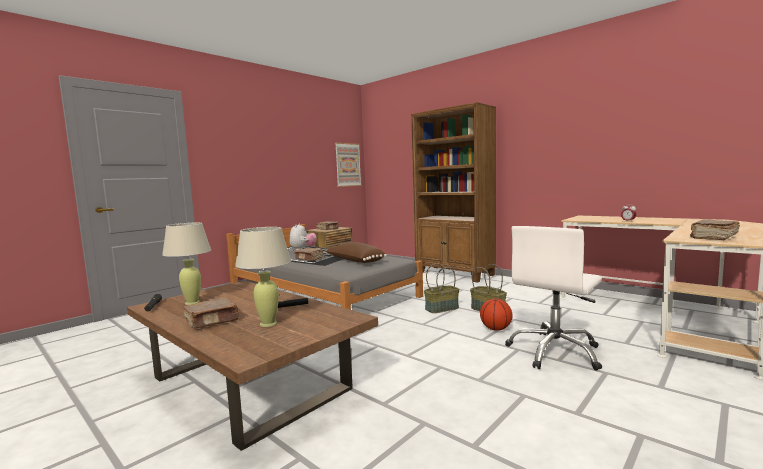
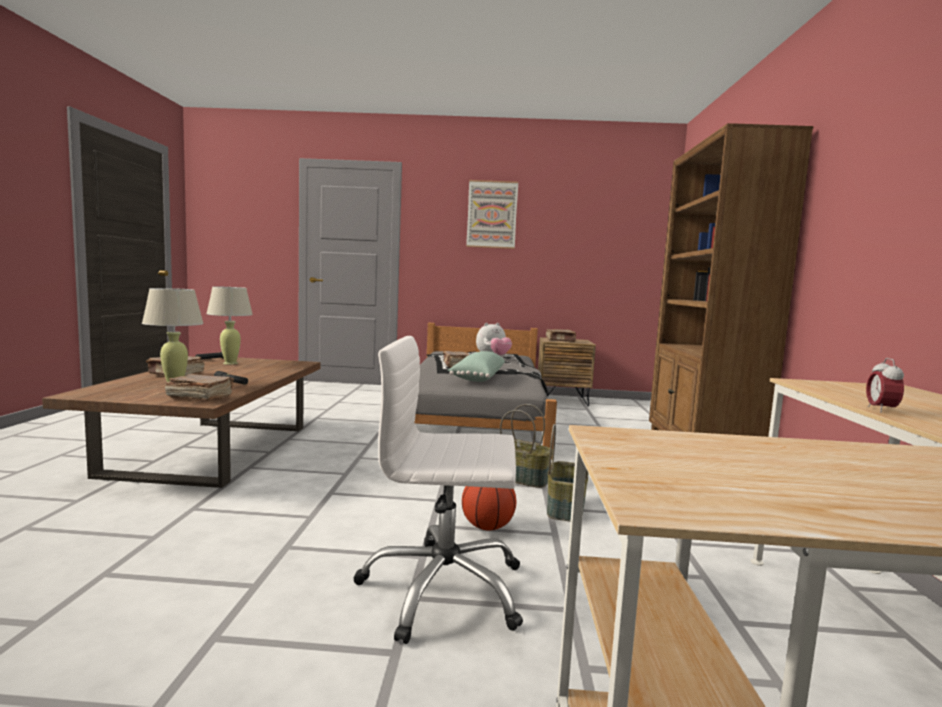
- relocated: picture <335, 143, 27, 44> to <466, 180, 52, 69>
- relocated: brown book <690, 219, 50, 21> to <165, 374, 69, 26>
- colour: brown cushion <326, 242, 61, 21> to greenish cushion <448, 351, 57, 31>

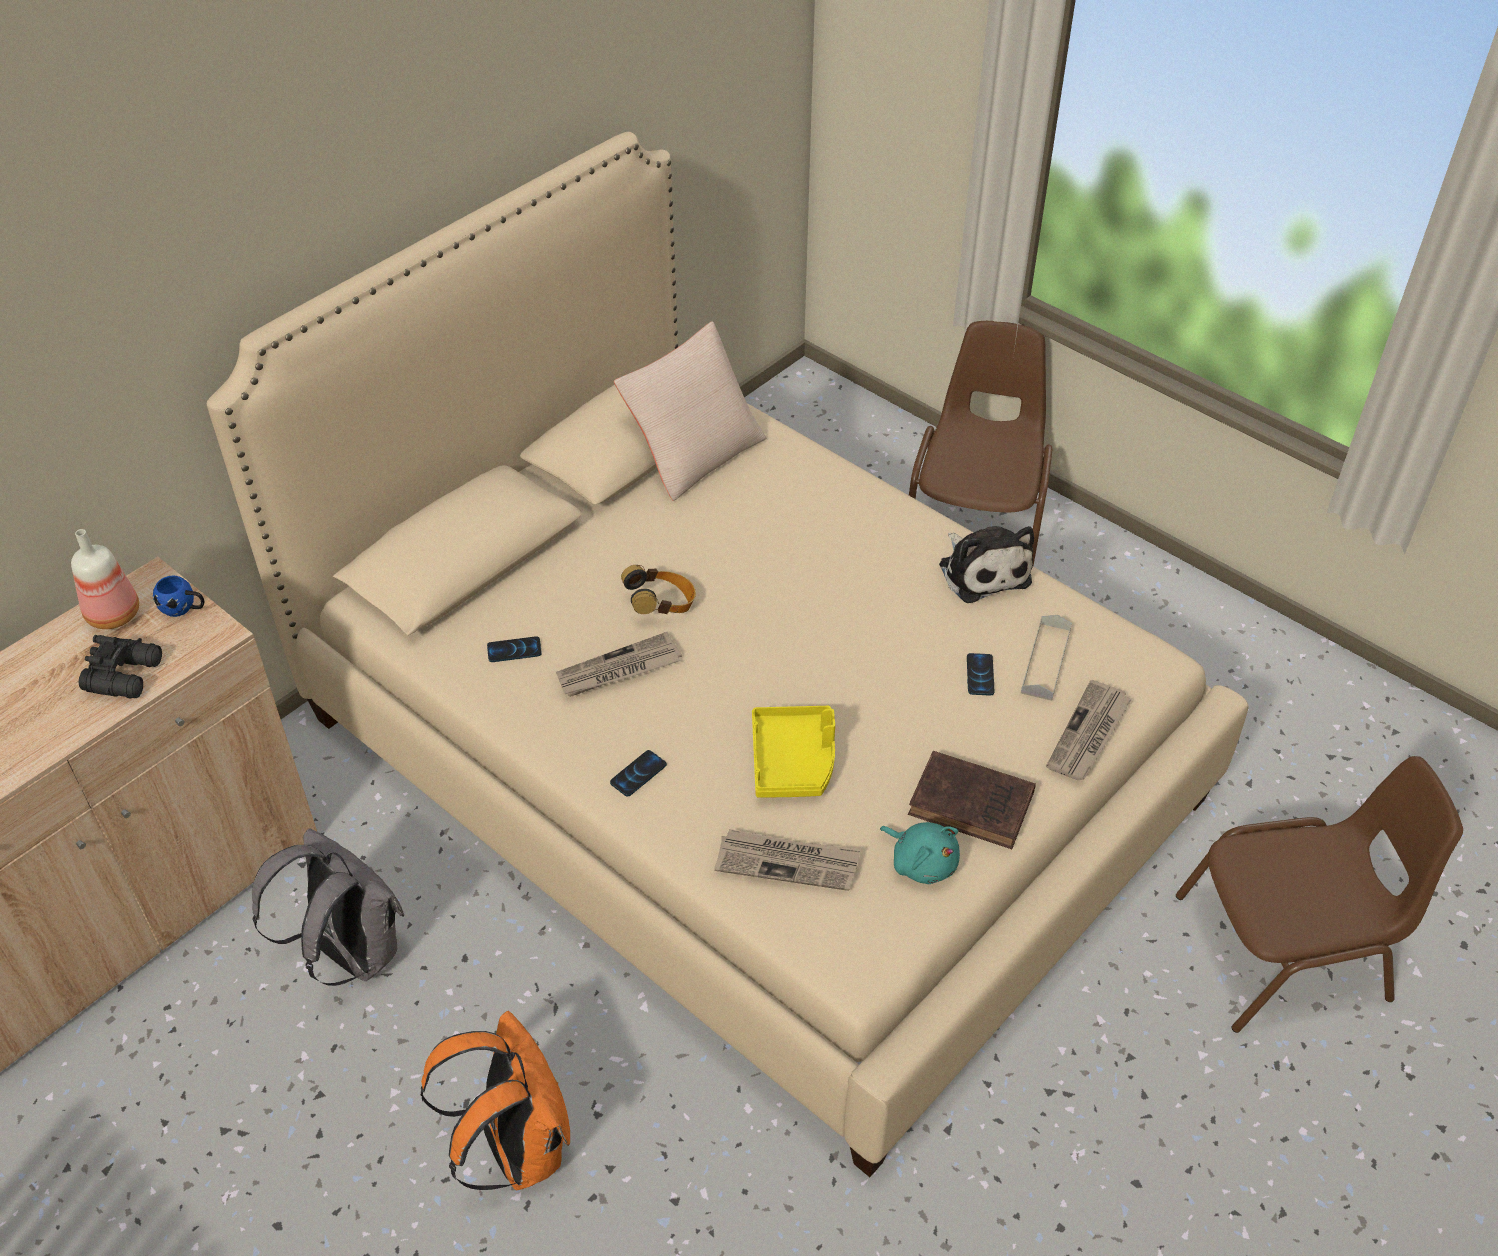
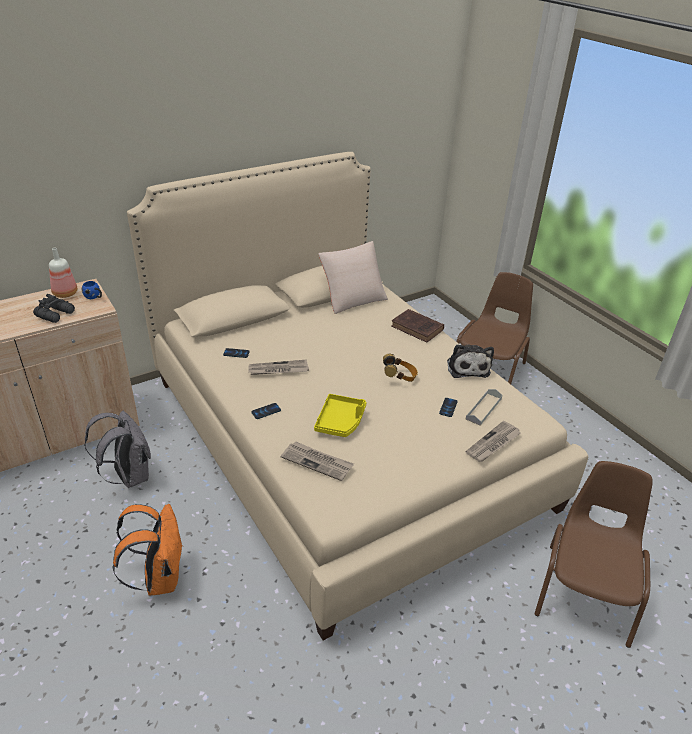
- relocated: headset <621, 565, 75, 49> to <383, 354, 35, 28>
- relocated: brown book <908, 751, 128, 98> to <391, 309, 53, 34>
- spun: brown plain chair <1176, 756, 287, 277> = <534, 461, 119, 187> 75 degrees counterclockwise
- missing: blue-green soft toy <880, 822, 80, 62>

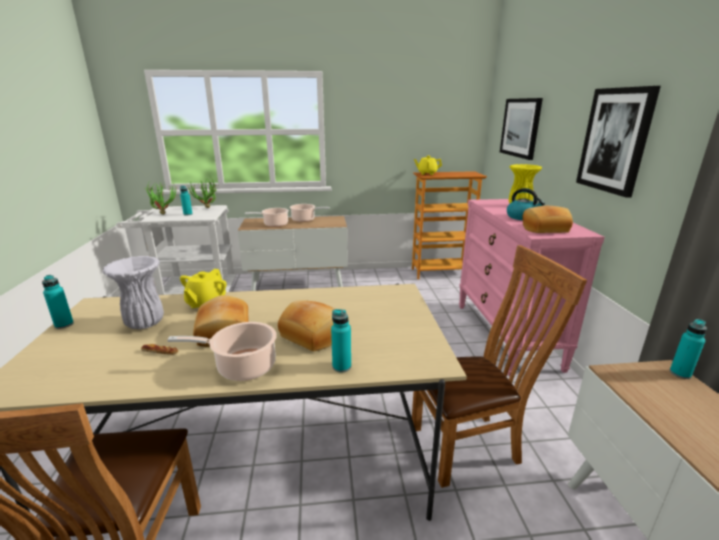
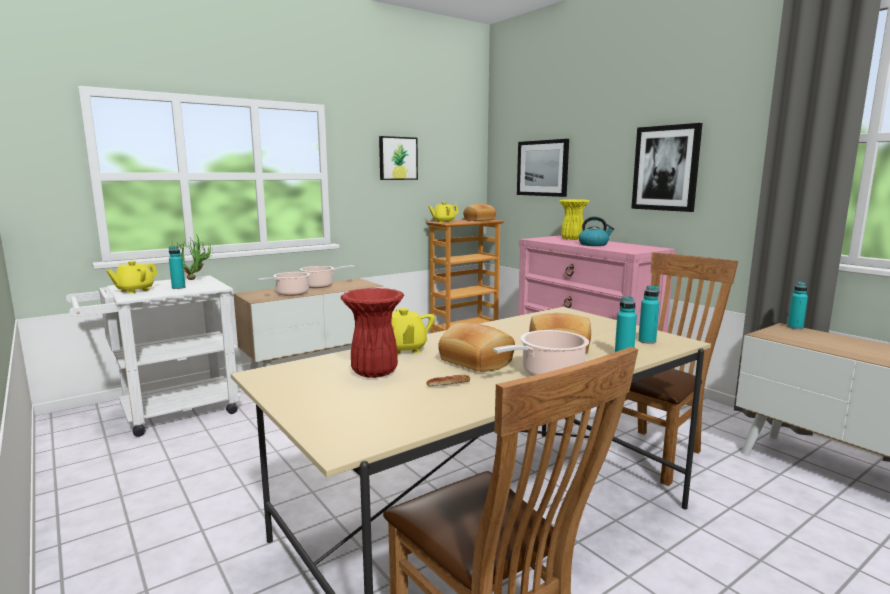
- exchanged: houseplant <145, 181, 31, 34> to yellow teapot <106, 261, 52, 33>
- relocated: baked bread <523, 206, 50, 27> to <463, 204, 33, 17>
- colour: white-coloured vase <102, 256, 62, 73> to reddish vase <341, 288, 63, 90>
- relocated: blue-green drink bottle <42, 275, 32, 54> to <638, 286, 22, 58>
- appeared: picture <379, 136, 39, 44>

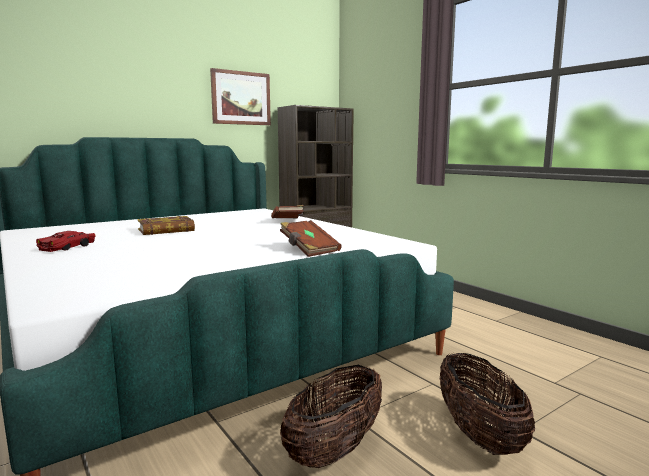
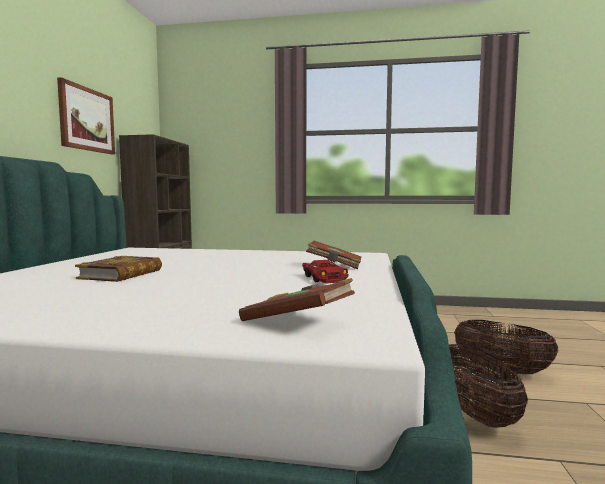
- relocated: brown book <271, 205, 33, 13> to <239, 278, 116, 43>
- relocated: reddish miniature car <36, 231, 60, 21> to <302, 260, 47, 24>

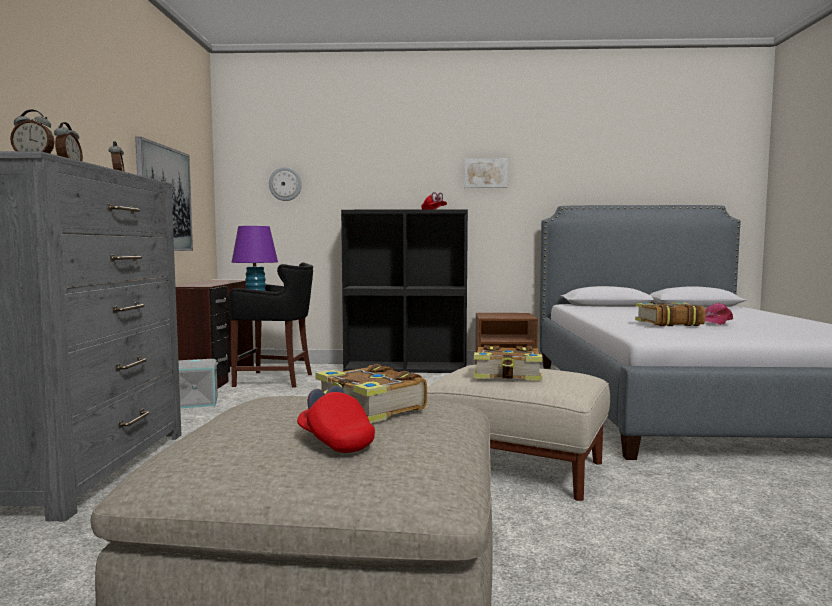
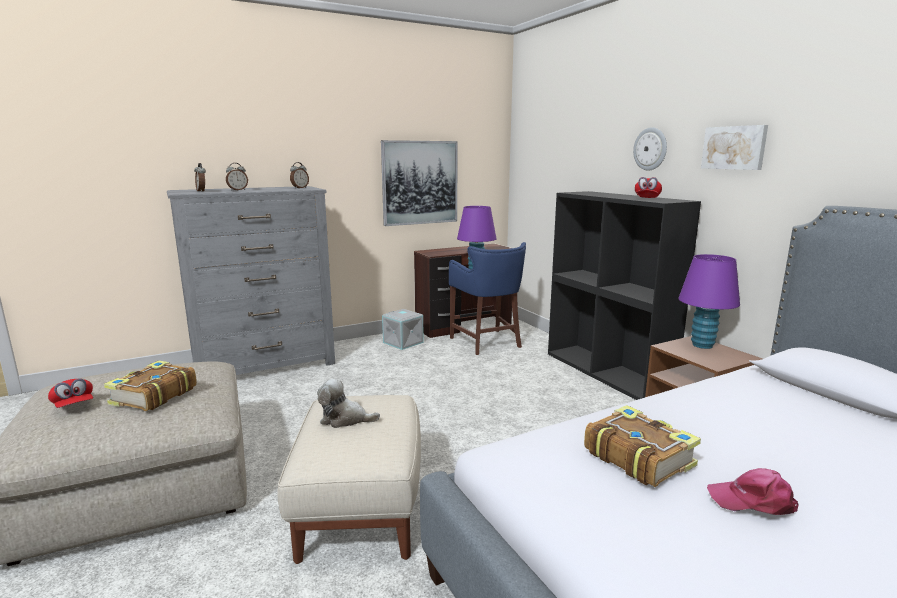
- relocated: wall clock <269, 167, 33, 34> to <633, 127, 34, 44>
- colour: blackish stool seat <229, 262, 84, 126> to blue stool seat <449, 242, 77, 113>
- exchanged: book <474, 345, 69, 36> to soft toy <317, 379, 63, 49>
- spun: reddish cap <297, 385, 78, 68> = <48, 378, 45, 30> 120 degrees clockwise
- appeared: purplish table lamp <679, 254, 61, 95>

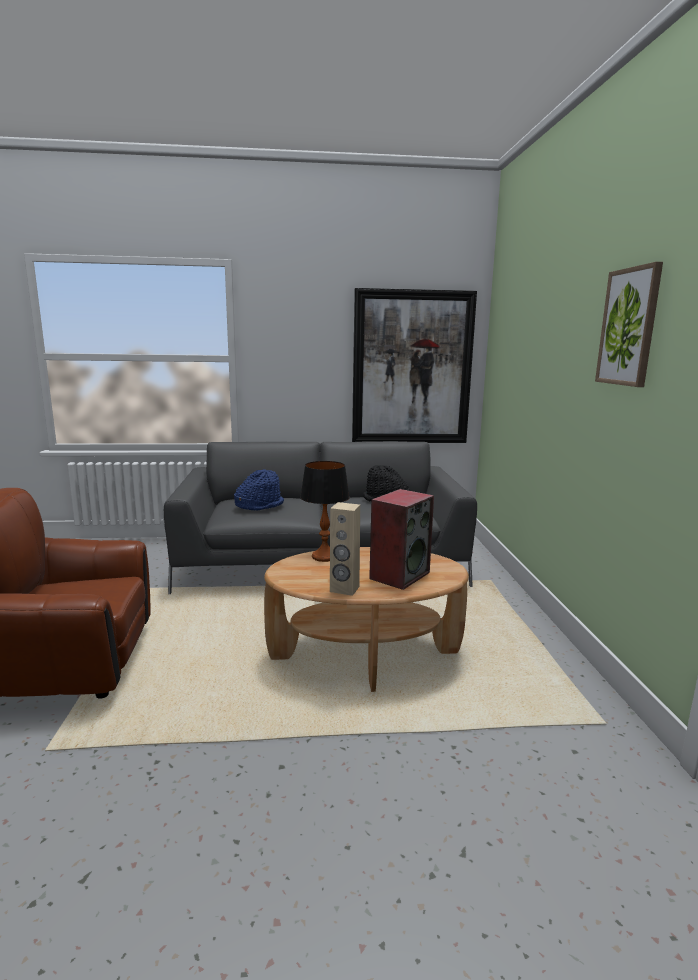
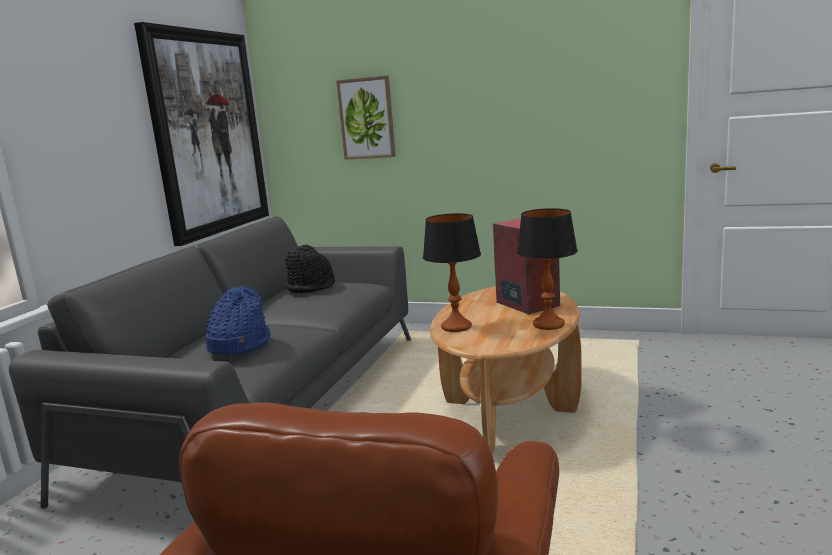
- relocated: picture <595, 262, 68, 125> to <336, 76, 60, 84>
- exchanged: sand-coloured speaker <330, 502, 30, 94> to table lamp <517, 208, 61, 122>

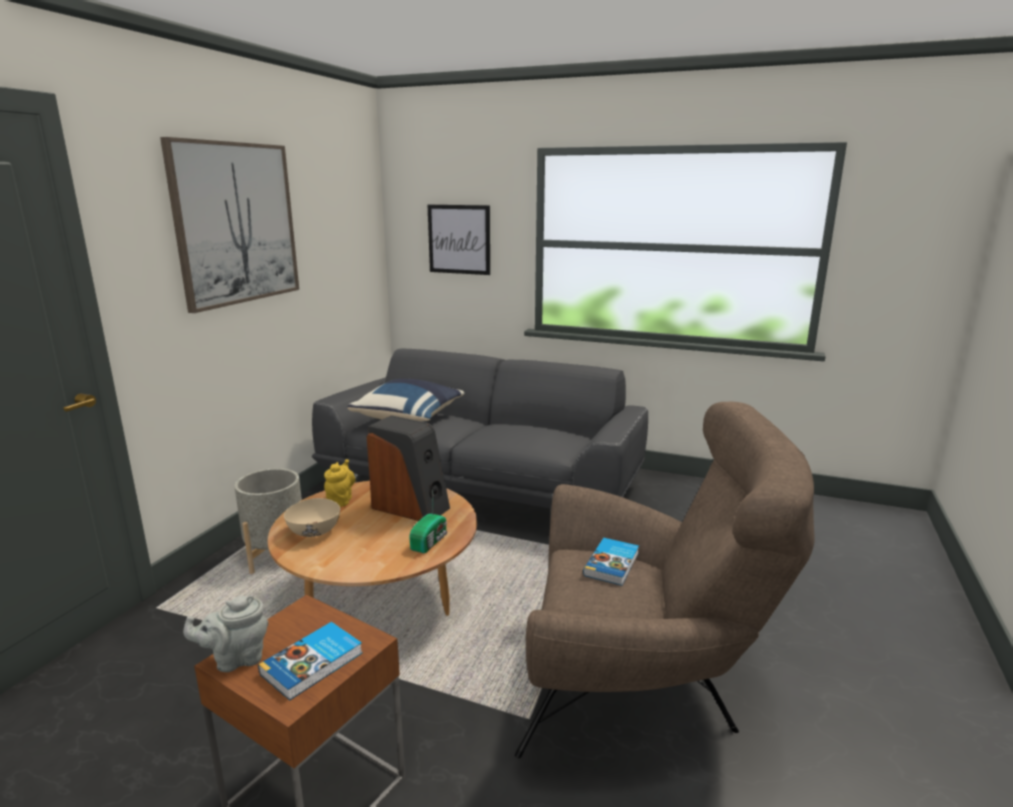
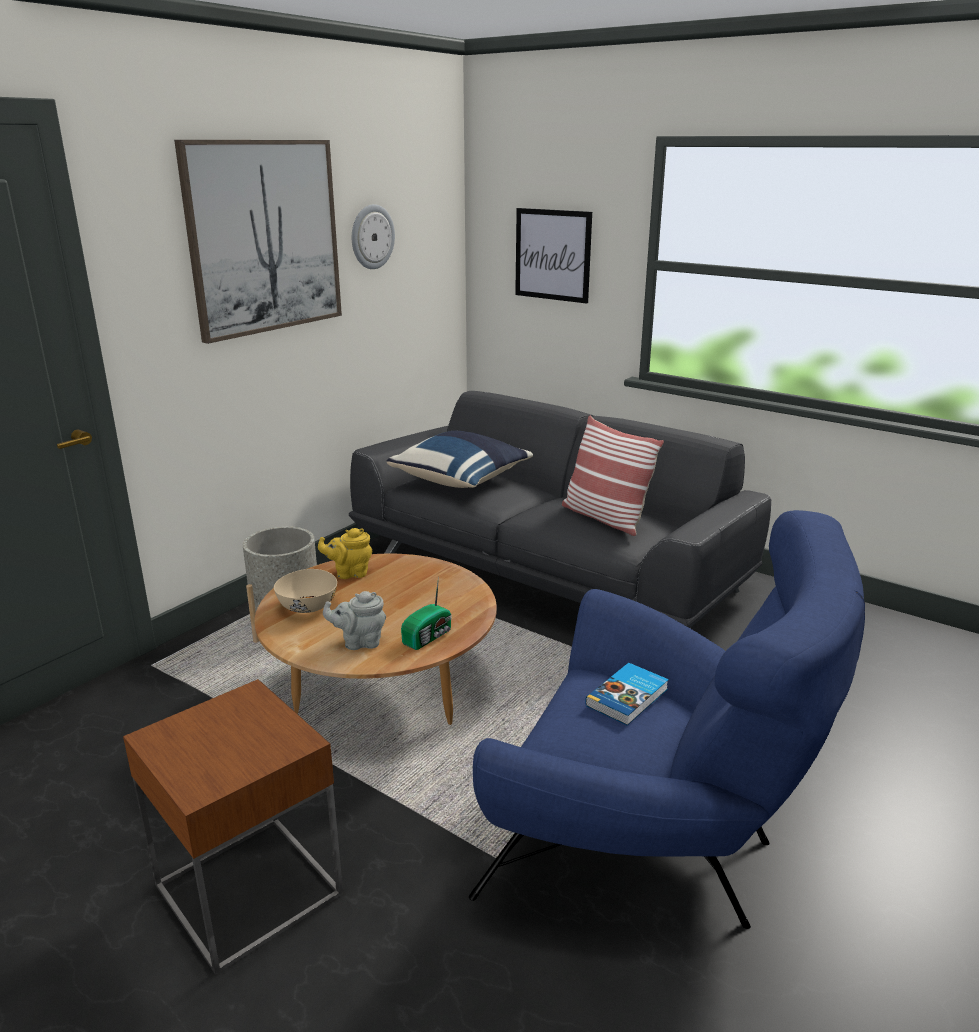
- colour: brown lounge chair <515, 402, 300, 356> to blue lounge chair <469, 510, 396, 419>
- missing: speaker <367, 415, 83, 106>
- spun: yellow teapot <324, 459, 31, 48> = <318, 528, 54, 51> 120 degrees counterclockwise
- relocated: grey teapot <183, 595, 85, 77> to <323, 591, 63, 59>
- missing: book <258, 622, 105, 79>
- appeared: wall clock <352, 204, 43, 65>
- appeared: cushion <562, 416, 102, 120>

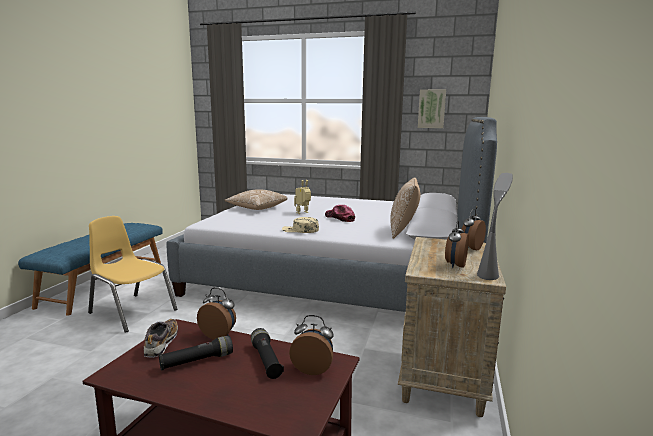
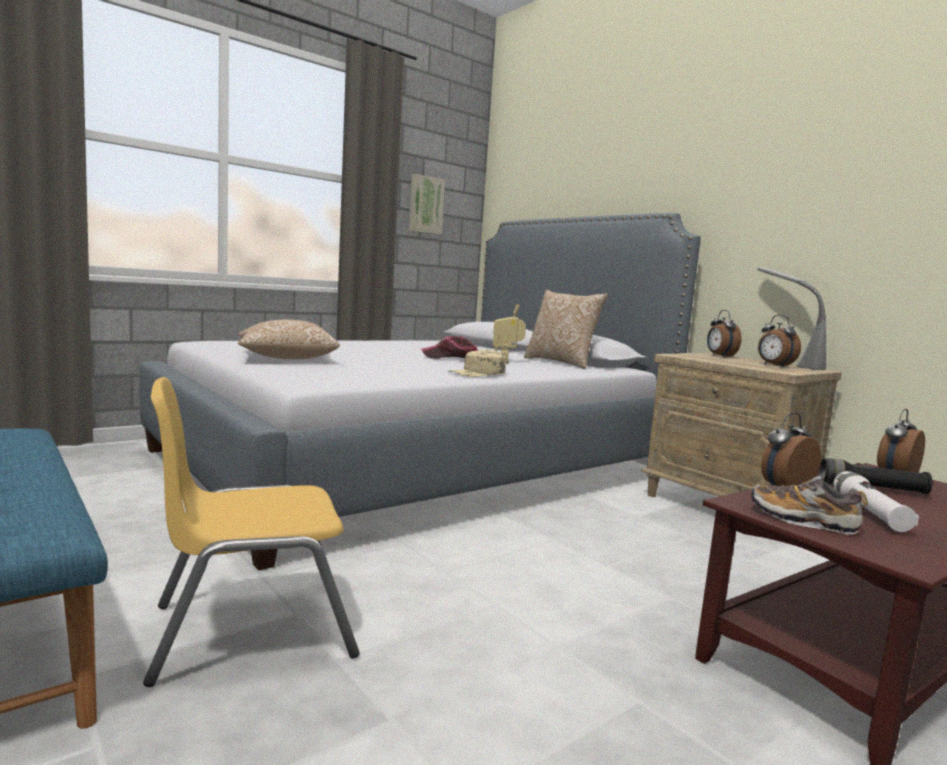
- relocated: toy robot <294, 180, 17, 34> to <493, 305, 33, 59>
- colour: blackish torch <159, 336, 74, 35> to white-coloured torch <833, 471, 86, 61>

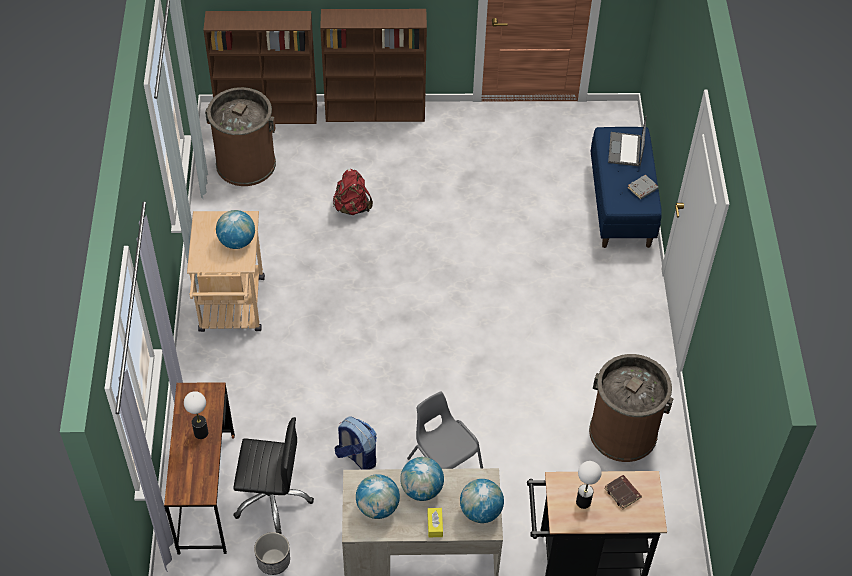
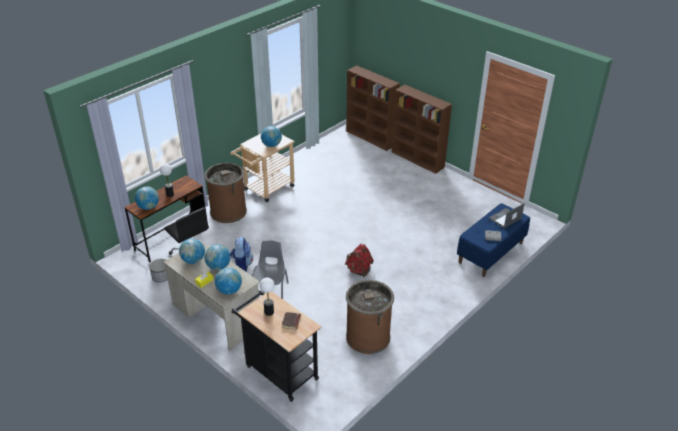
- relocated: brown waste bin <205, 87, 71, 99> to <204, 163, 43, 60>
- relocated: reddish rucksack <333, 169, 40, 46> to <345, 244, 29, 33>
- appeared: world globe <135, 186, 24, 24>

